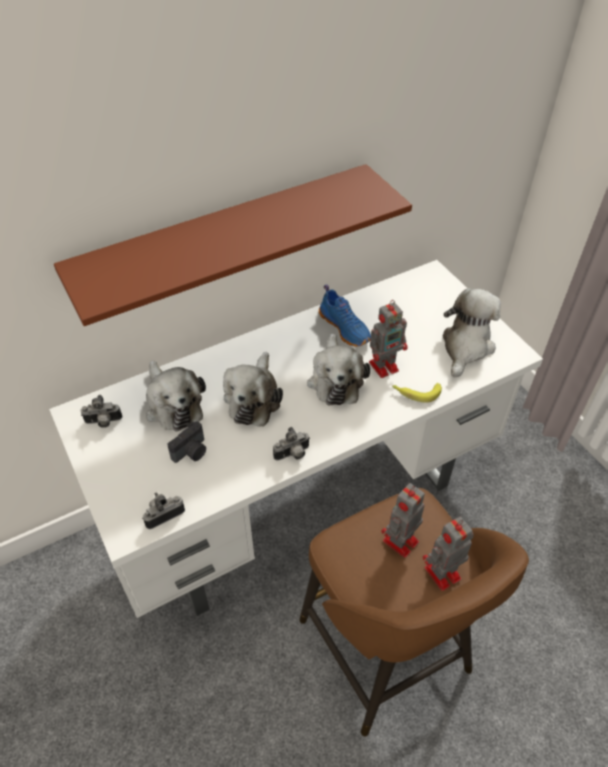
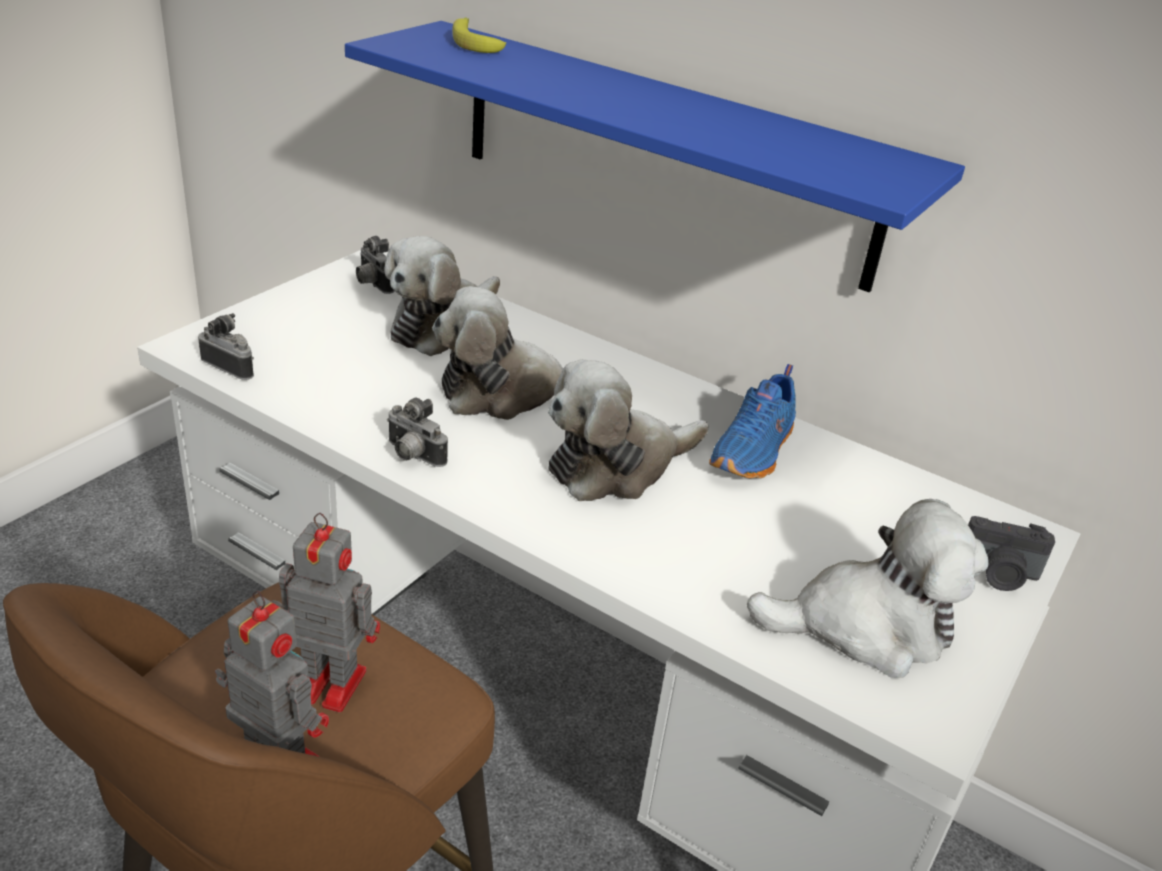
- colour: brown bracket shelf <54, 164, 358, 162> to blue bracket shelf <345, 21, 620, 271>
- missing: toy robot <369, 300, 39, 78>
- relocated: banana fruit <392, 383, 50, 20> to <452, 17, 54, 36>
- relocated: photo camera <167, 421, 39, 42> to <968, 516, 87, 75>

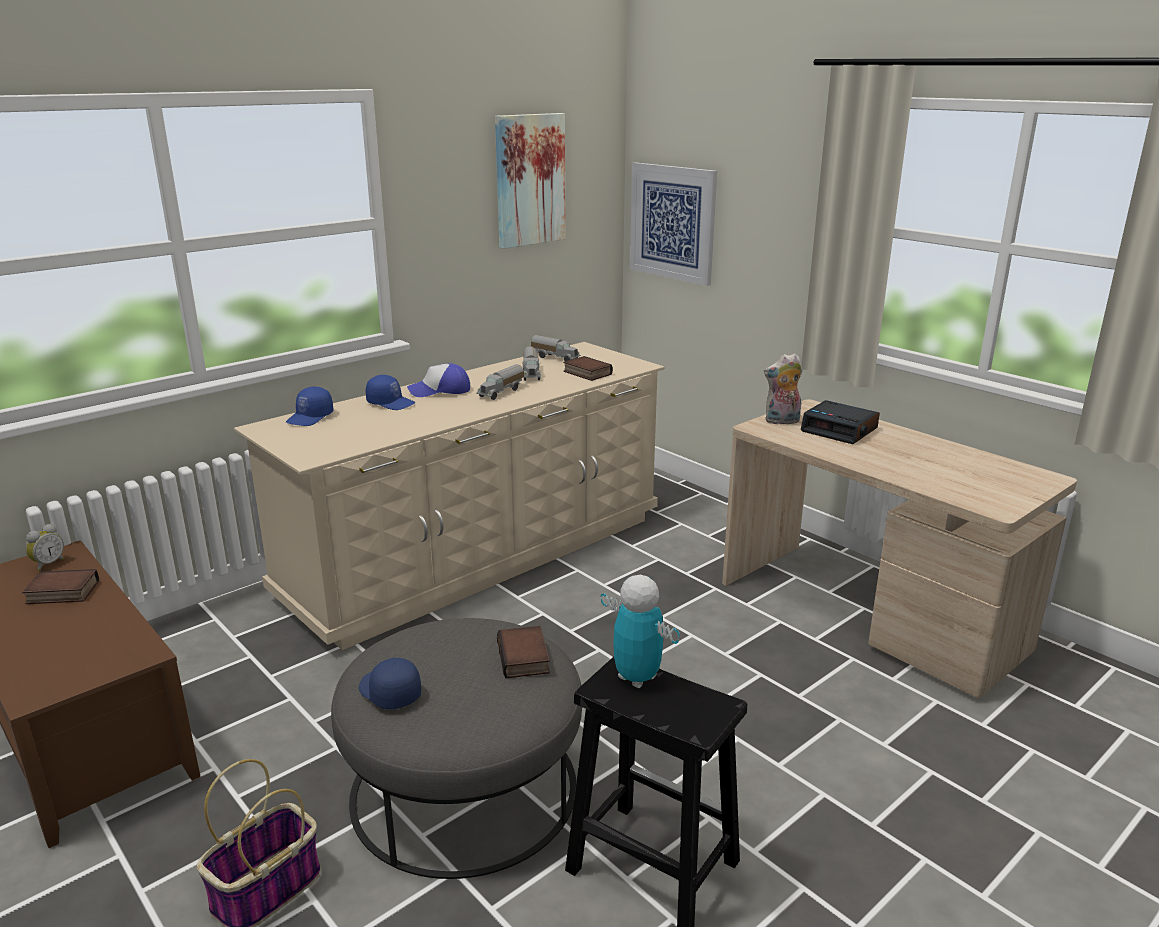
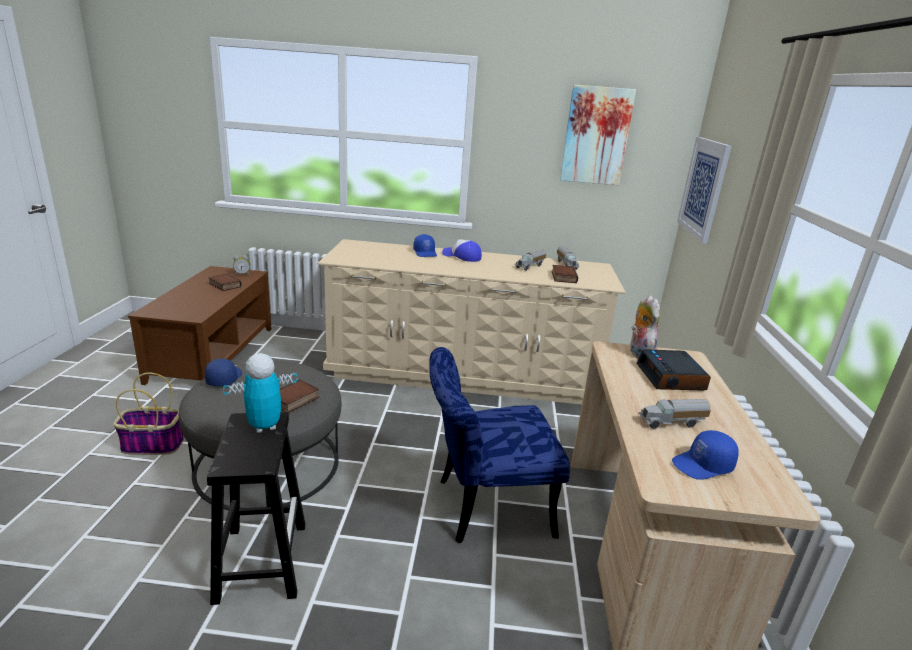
- spun: soft toy <764, 353, 38, 72> = <630, 295, 30, 64> 45 degrees clockwise
- relocated: toy truck <476, 364, 48, 36> to <639, 399, 72, 30>
- relocated: blue cap <286, 387, 47, 39> to <672, 430, 67, 50>
- spun: toy robot <601, 575, 79, 113> = <223, 353, 75, 80> 120 degrees counterclockwise
- appeared: blue plain chair <429, 347, 141, 196>

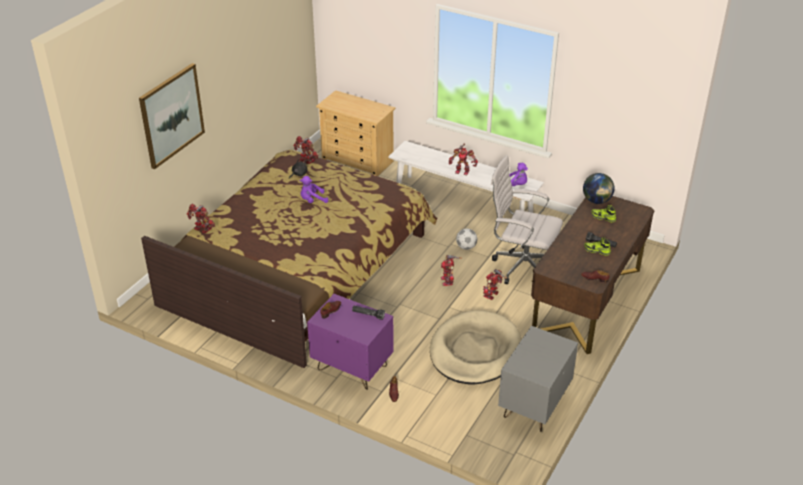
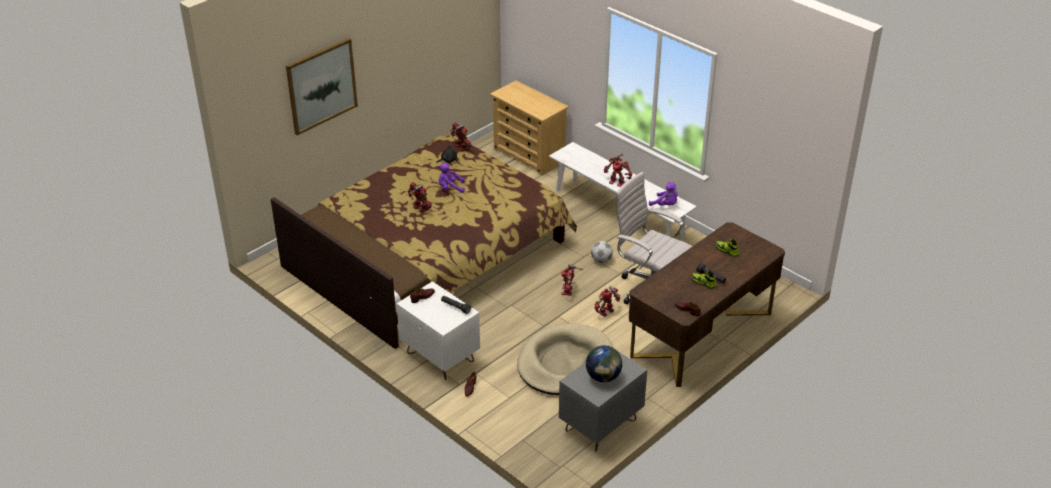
- relocated: world globe <583, 173, 32, 31> to <586, 346, 36, 36>
- relocated: toy robot <187, 204, 28, 29> to <408, 182, 24, 31>
- colour: purplish bedside table <307, 294, 87, 96> to white-coloured bedside table <396, 281, 84, 99>

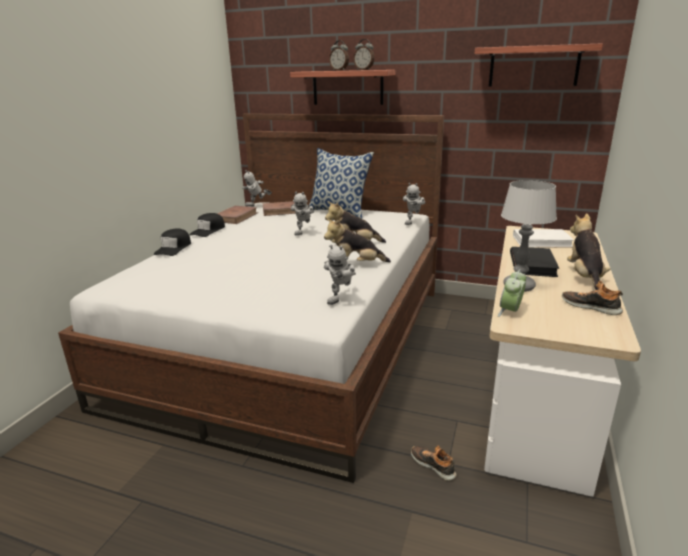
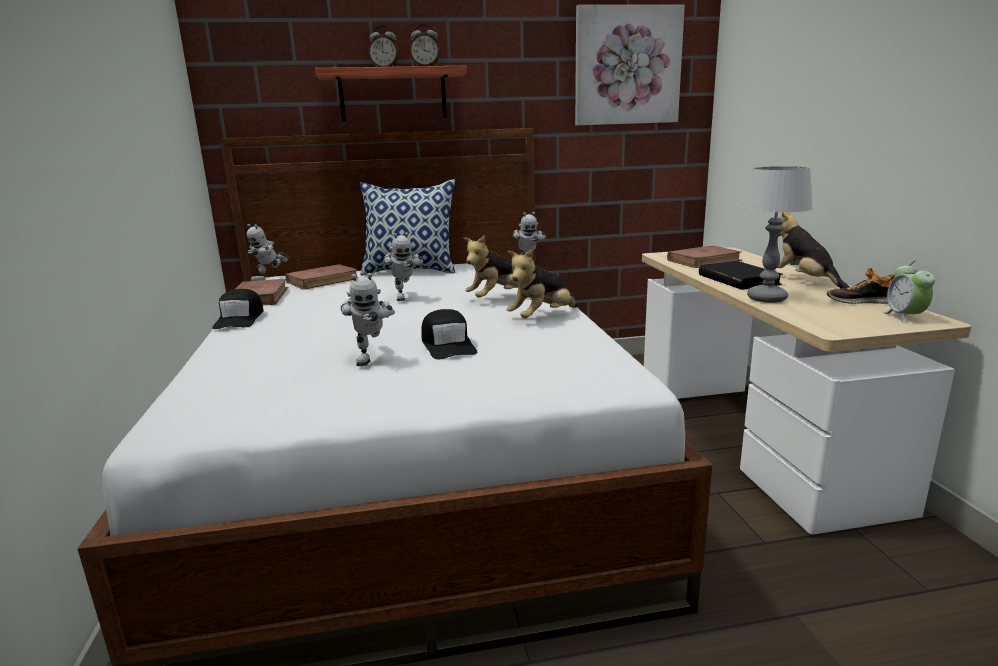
- exchanged: bracket shelf <475, 43, 128, 44> to picture <575, 5, 110, 120>
- relocated: blackish cap <154, 228, 37, 28> to <421, 309, 56, 51>
- colour: white-coloured book <513, 229, 61, 18> to brown book <667, 246, 75, 22>
- relocated: toy robot <324, 244, 32, 61> to <341, 273, 54, 93>
- relocated: alarm clock <498, 269, 28, 48> to <883, 261, 52, 63>
- missing: item of footwear <411, 445, 46, 36>

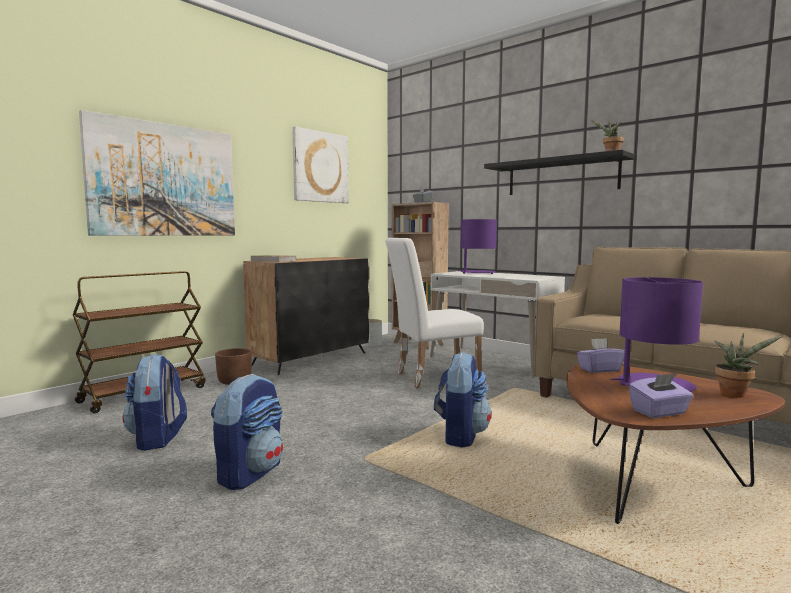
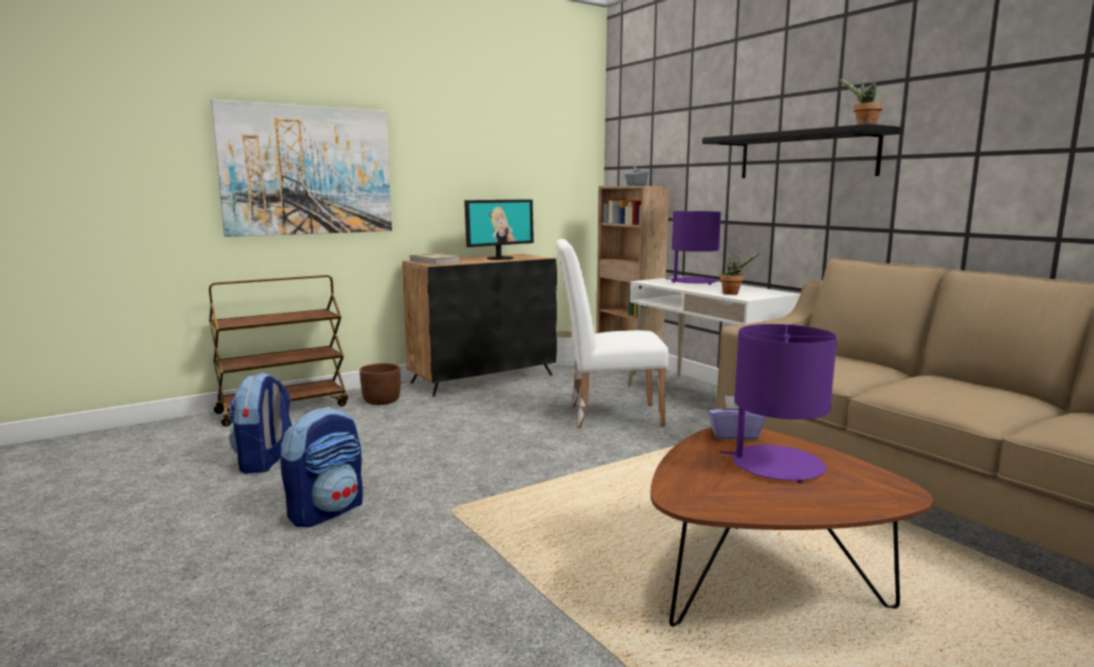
- missing: picture <292, 126, 57, 77>
- relocated: houseplant <715, 333, 67, 65> to <720, 250, 41, 45>
- missing: rucksack <434, 352, 58, 96>
- missing: purplish box of tissues <629, 374, 64, 44>
- appeared: computer display <464, 199, 70, 61>

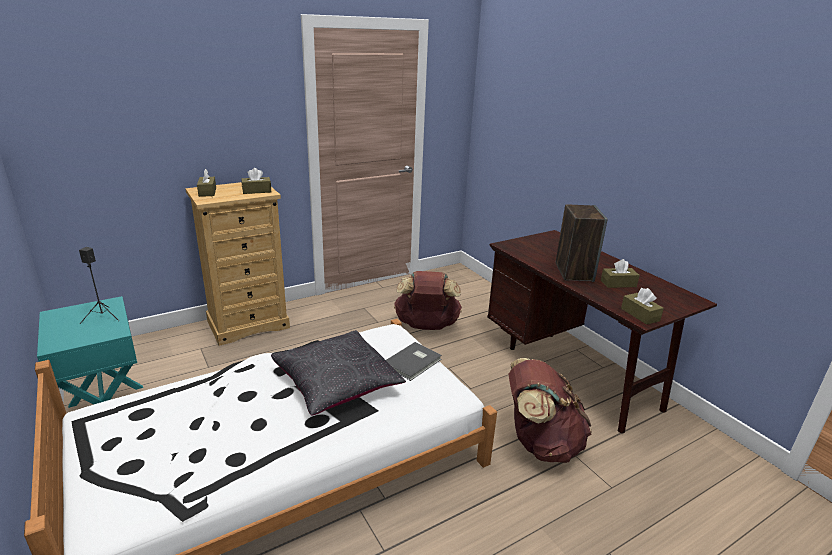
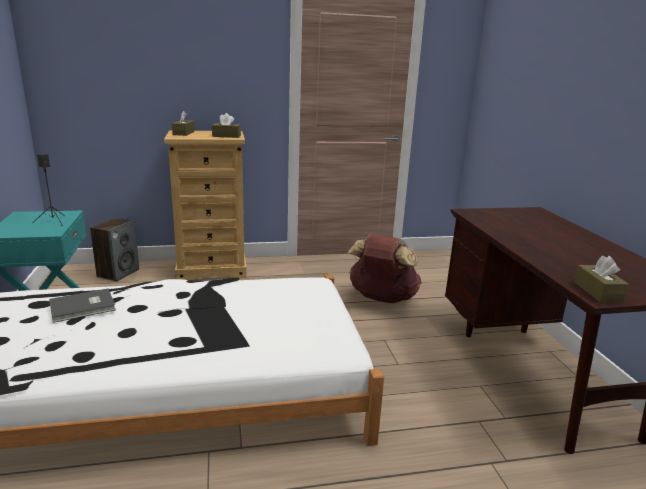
- relocated: speaker <556, 204, 52, 78> to <90, 218, 49, 64>
- missing: brown box of tissues <601, 259, 39, 29>
- missing: blackish cushion <271, 330, 135, 85>
- relocated: grey book <386, 342, 56, 39> to <49, 288, 67, 35>
- missing: brown rucksack <509, 358, 83, 105>

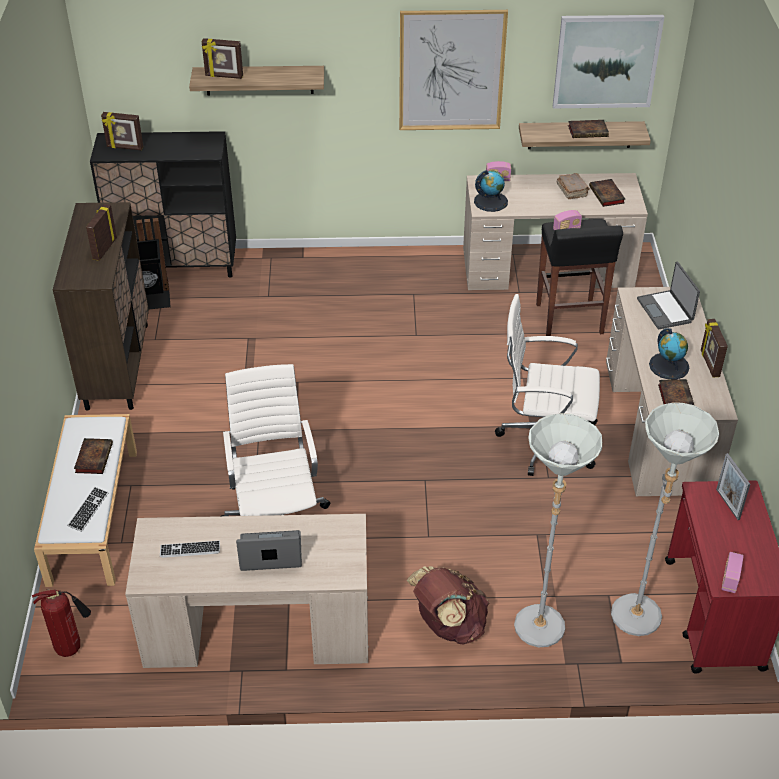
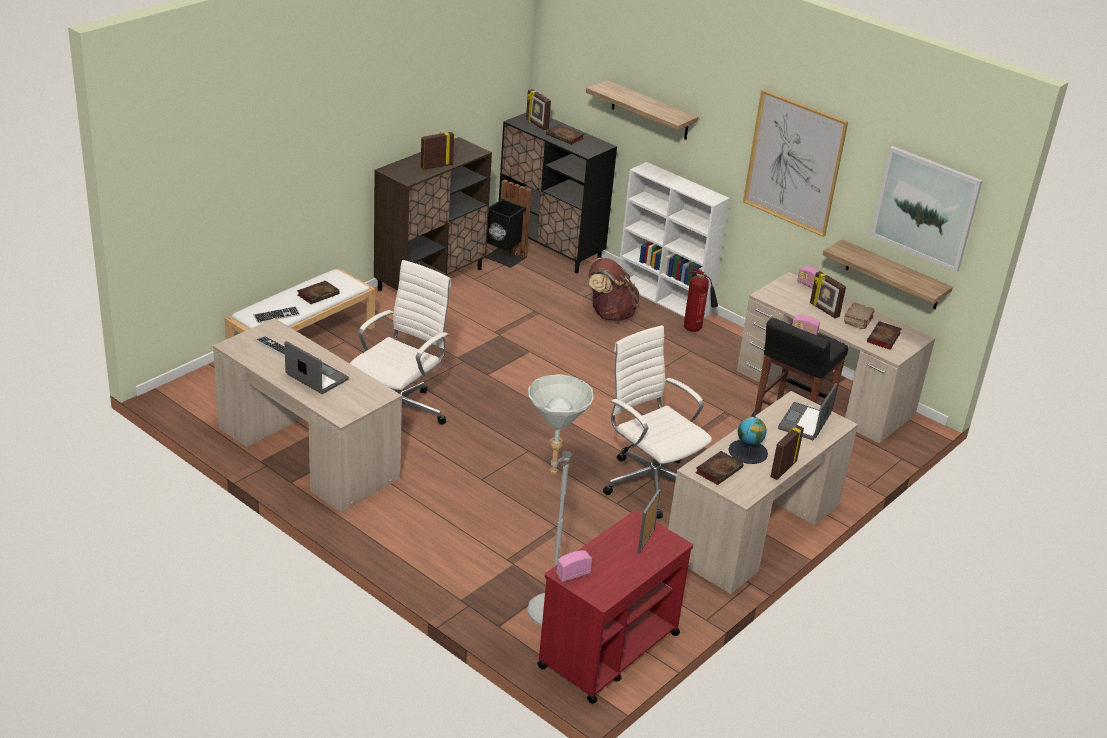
- relocated: standing frame <202, 38, 41, 41> to <810, 271, 36, 48>
- relocated: book <568, 120, 41, 18> to <546, 124, 38, 21>
- missing: world globe <474, 170, 34, 42>
- missing: grey standard lamp <514, 413, 88, 234>
- relocated: brown rucksack <407, 566, 83, 79> to <588, 258, 52, 63>
- relocated: fire extinguisher <32, 589, 59, 68> to <684, 267, 34, 65>
- appeared: white-coloured bookshelf <619, 162, 111, 156>

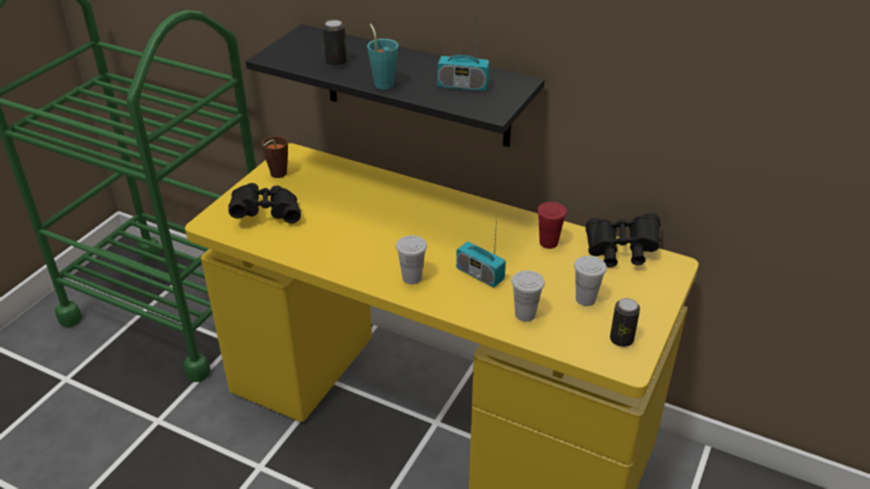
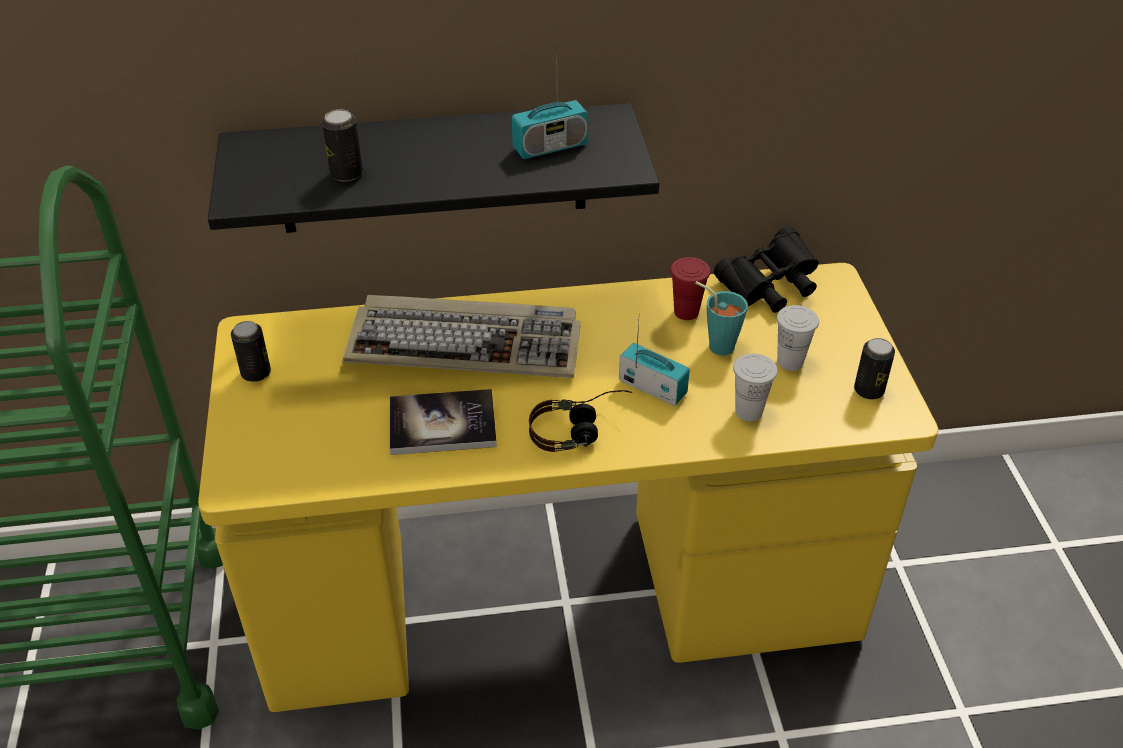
- relocated: blue-green cup <367, 24, 31, 66> to <695, 281, 53, 75>
- exchanged: brown cup <262, 136, 26, 42> to can <231, 321, 40, 61>
- missing: blackish field glasses <228, 183, 73, 40>
- spun: radio <456, 215, 50, 73> = <619, 321, 71, 85> 150 degrees counterclockwise
- exchanged: white-coloured cup <396, 235, 31, 50> to headset <529, 390, 103, 62>
- appeared: PC keyboard <343, 295, 237, 83>
- appeared: book <390, 389, 107, 66>

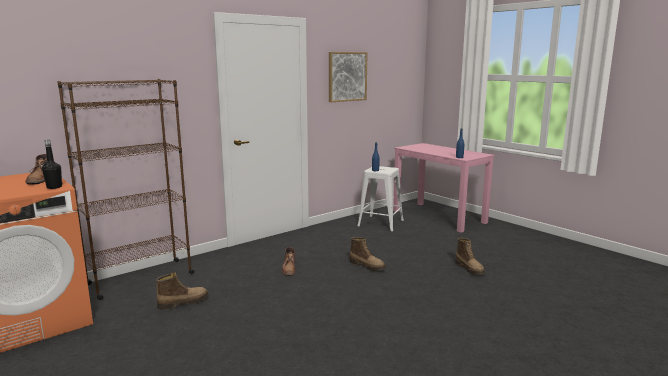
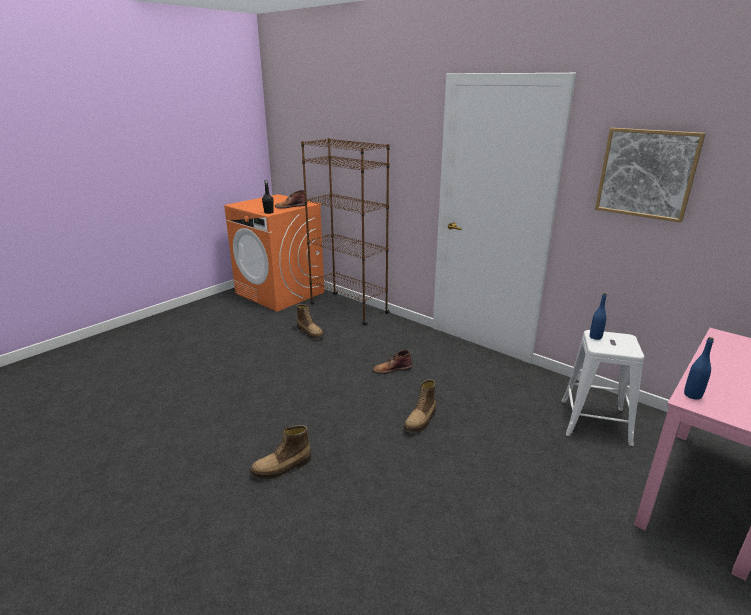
- relocated: tall boot <455, 238, 30, 37> to <250, 425, 61, 54>

